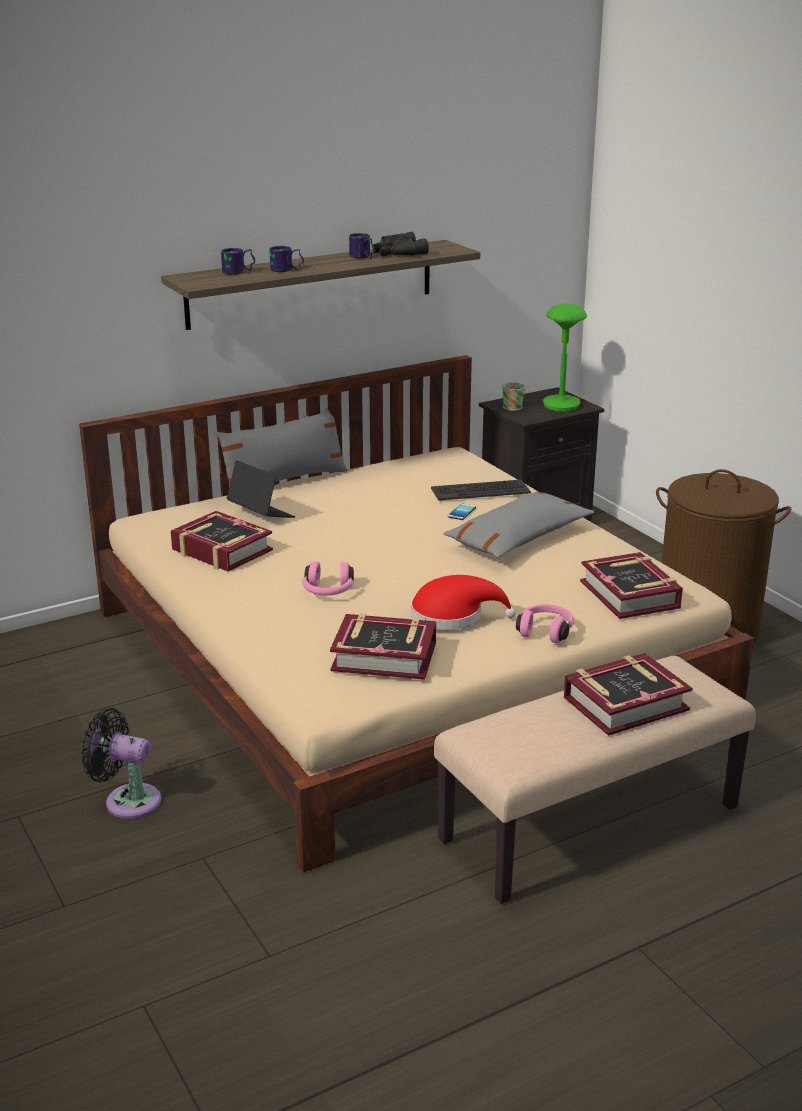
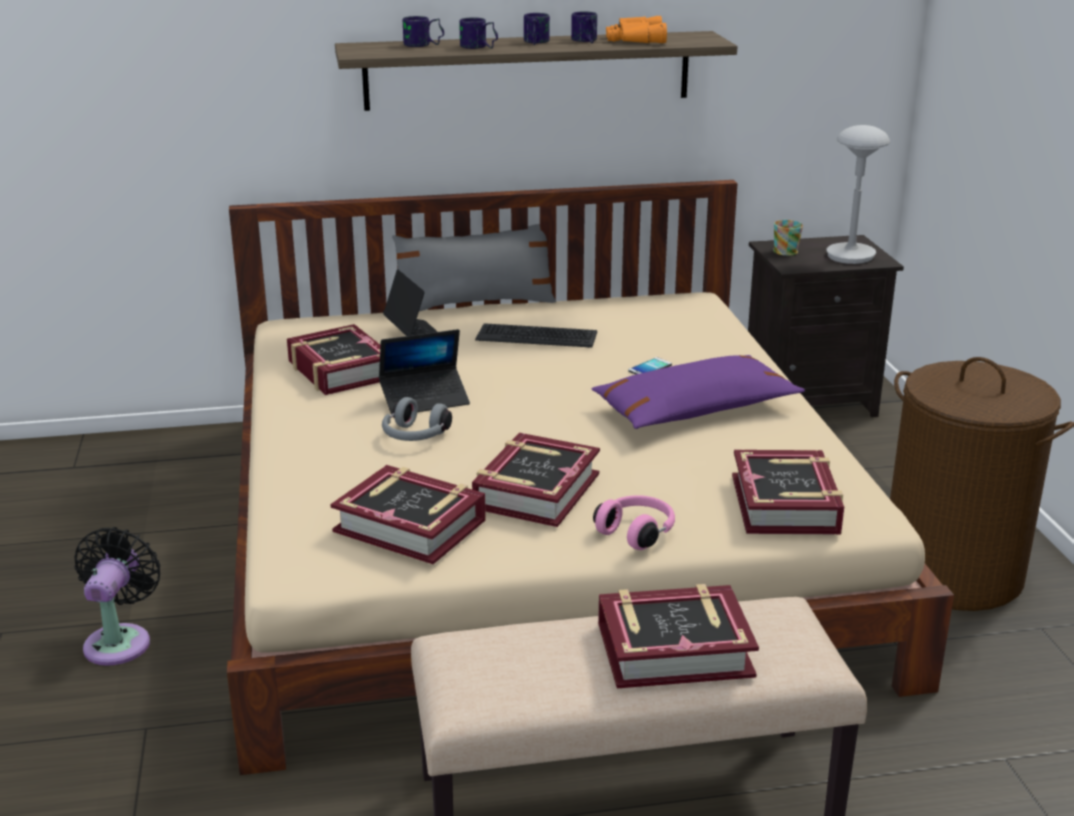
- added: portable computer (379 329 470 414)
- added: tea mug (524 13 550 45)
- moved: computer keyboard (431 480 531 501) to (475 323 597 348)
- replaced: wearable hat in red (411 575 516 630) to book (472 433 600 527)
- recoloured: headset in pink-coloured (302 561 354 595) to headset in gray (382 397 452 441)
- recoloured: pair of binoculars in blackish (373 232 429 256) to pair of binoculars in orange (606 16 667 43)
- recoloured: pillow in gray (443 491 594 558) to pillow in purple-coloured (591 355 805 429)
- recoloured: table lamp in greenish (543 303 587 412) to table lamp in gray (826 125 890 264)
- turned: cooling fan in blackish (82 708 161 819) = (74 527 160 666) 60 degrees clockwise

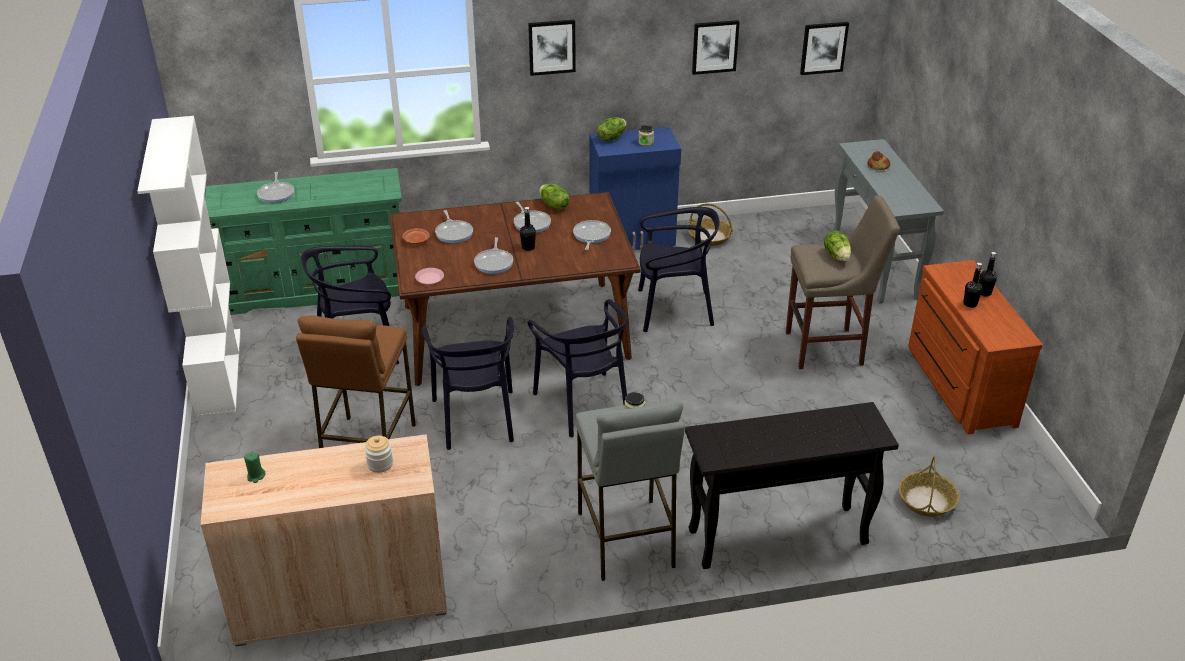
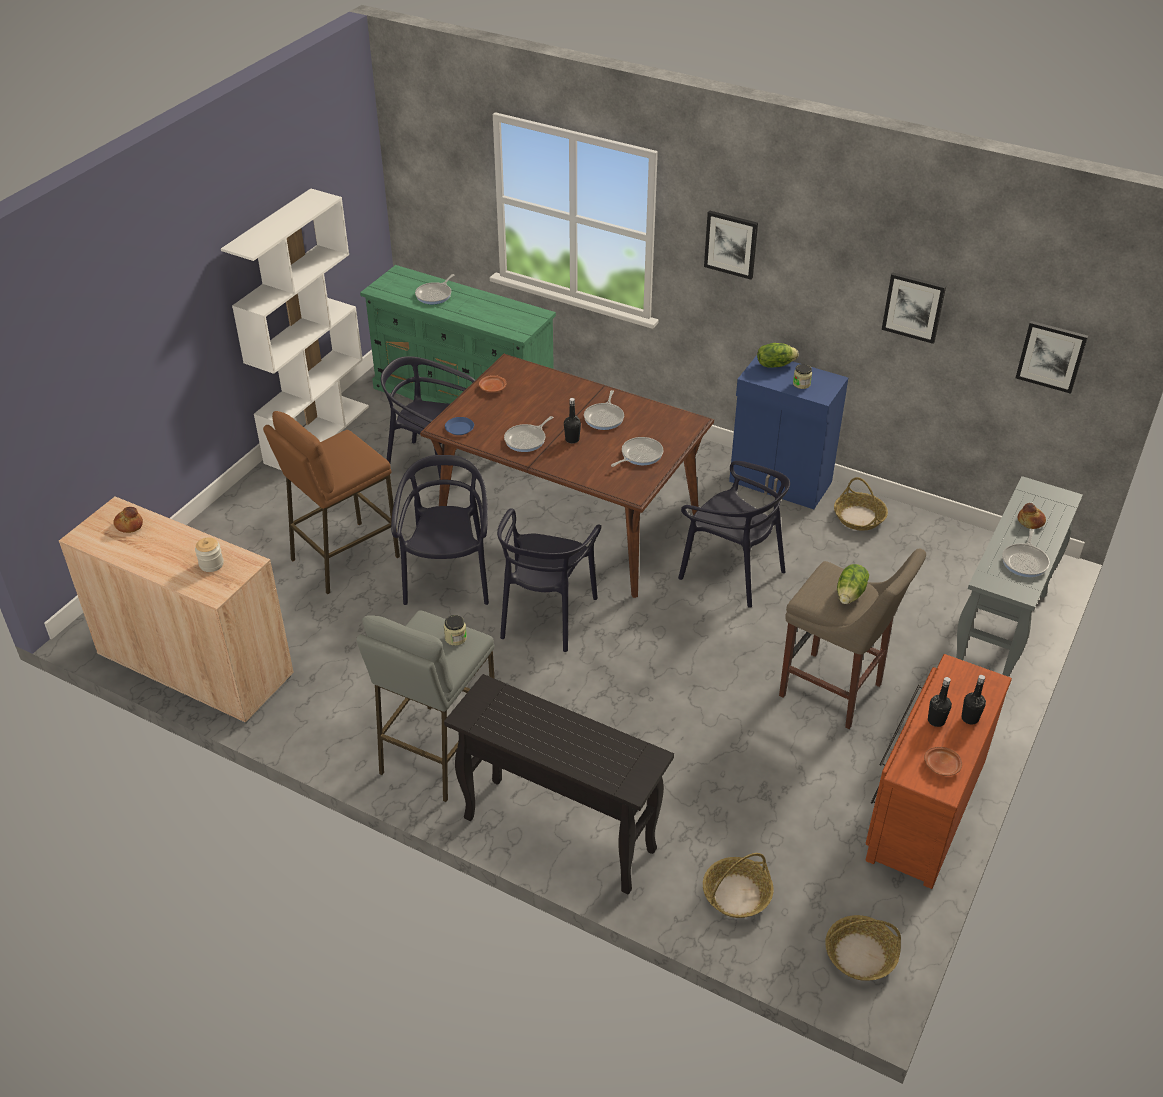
- removed: lettuce (539 184 570 210)
- added: basket (825 915 901 981)
- added: plate in brown-coloured (924 747 962 776)
- moved: pan (435 210 473 243) to (1002 529 1050 577)
- replaced: candle in greenish (244 452 265 483) to baked bread (113 507 143 533)
- recoloured: plate in pink-coloured (415 268 444 285) to plate in blue-coloured (445 417 474 435)
- turned: chair in blackish (422 317 514 450) = (391 455 489 605) 150 degrees clockwise

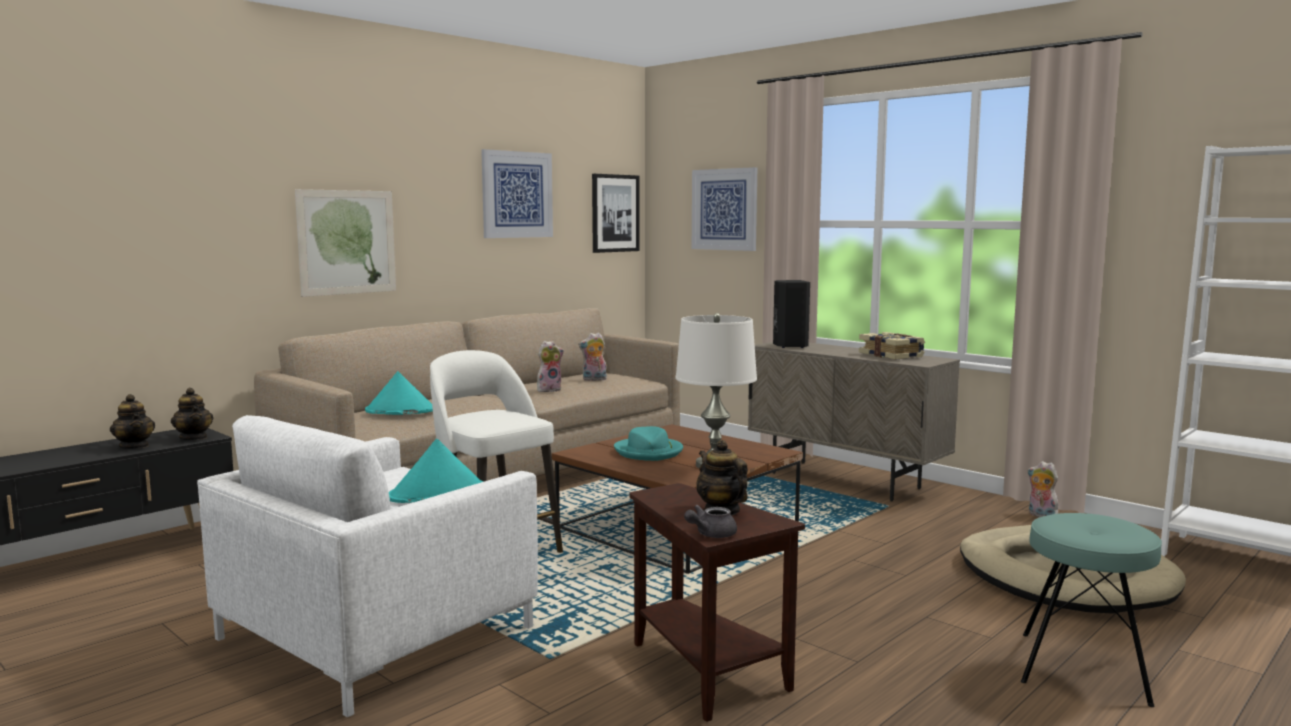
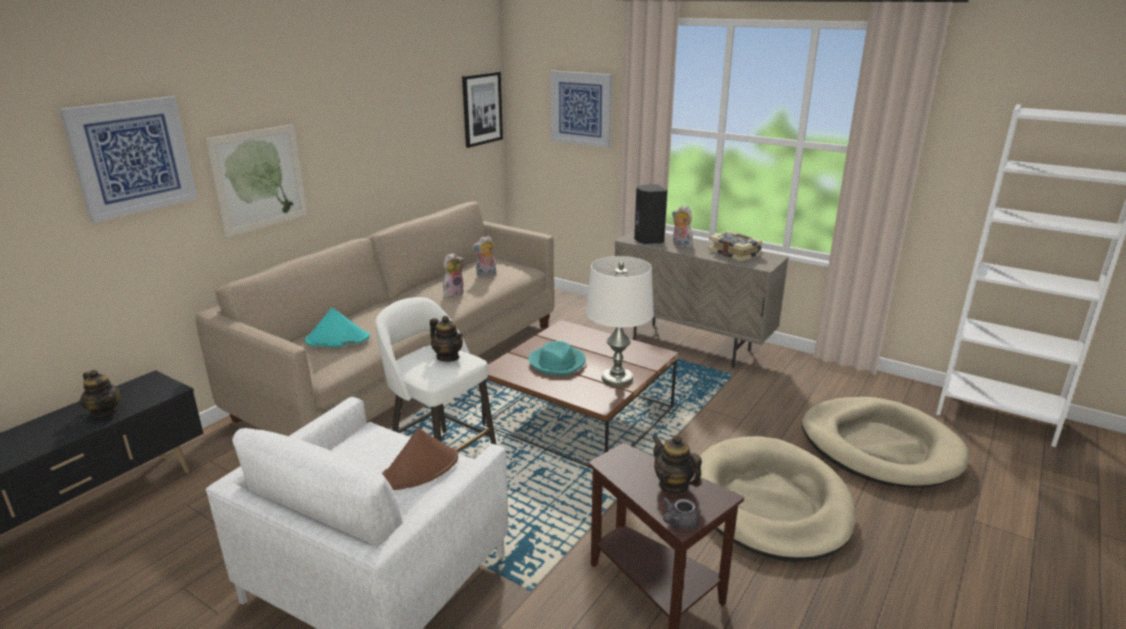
- removed: stool seat in turquoise-coloured (1021 513 1162 707)
- added: dog cushion in sand-coloured (700 436 856 562)
- moved: tea pot (171 388 213 440) to (430 316 463 362)
- moved: wall picture (481 149 553 238) to (59 96 197 223)
- moved: soft toy (1027 461 1059 517) to (672 206 693 248)
- recoloured: wearable hat in turquoise-coloured (389 439 484 503) to wearable hat in brown-coloured (382 428 458 490)

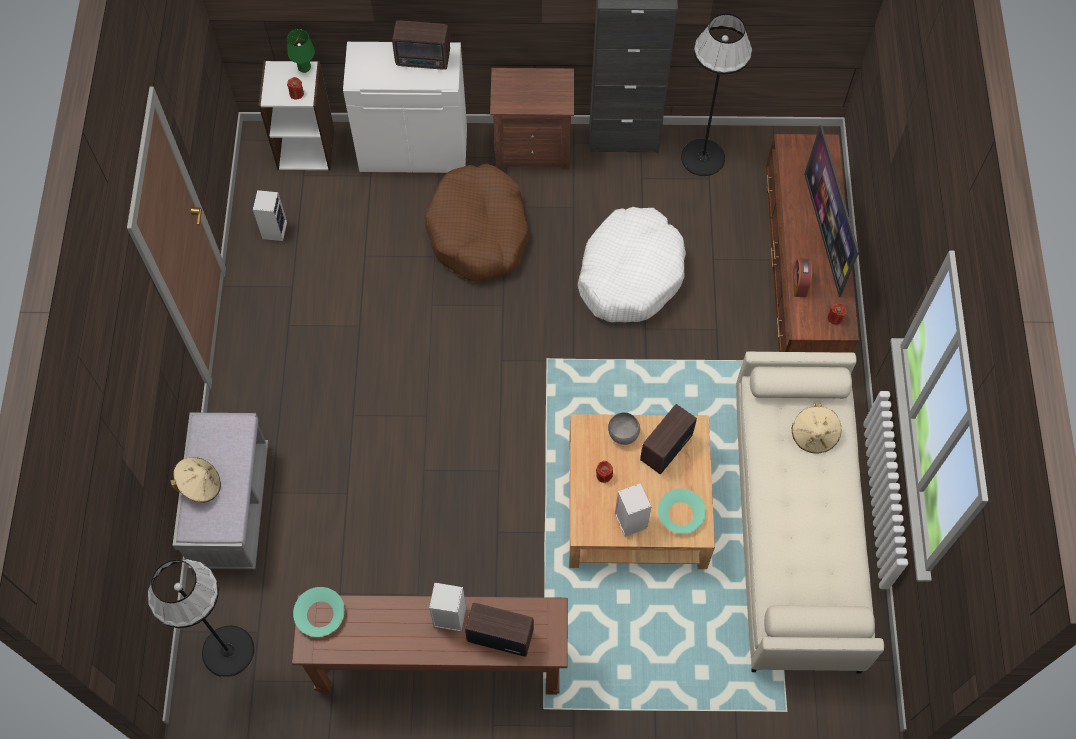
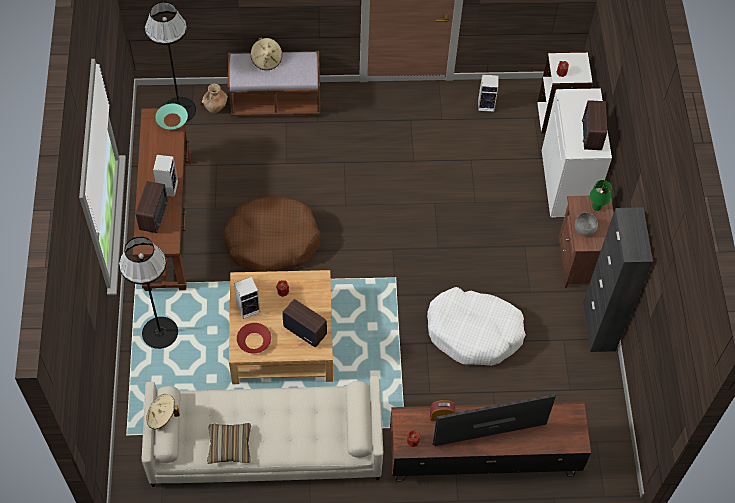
- added: decorative vase in brown-coloured (202 83 228 113)
- added: pillow (207 423 251 464)
- moved: table lamp in greenish (287 29 315 73) to (590 180 612 211)
- moved: dog cushion in brown-coloured (425 164 530 282) to (223 196 321 272)
- moved: bowl in gray (608 412 640 445) to (575 213 598 236)
- moved: floor lamp in blackish (681 13 752 176) to (119 236 178 349)
- moved: wearable hat in sand-coloured (792 403 841 454) to (146 394 180 430)
- recoloured: bench in gray (172 412 268 569) to bench in brown-coloured (228 51 320 117)
- recoloured: bowl in turquoise-coloured (658 488 706 534) to bowl in red (237 323 271 354)

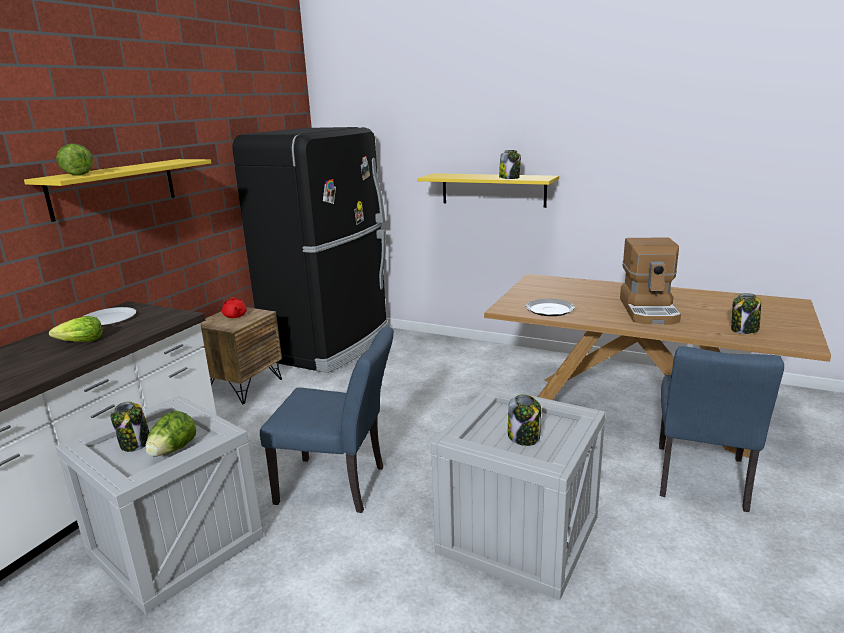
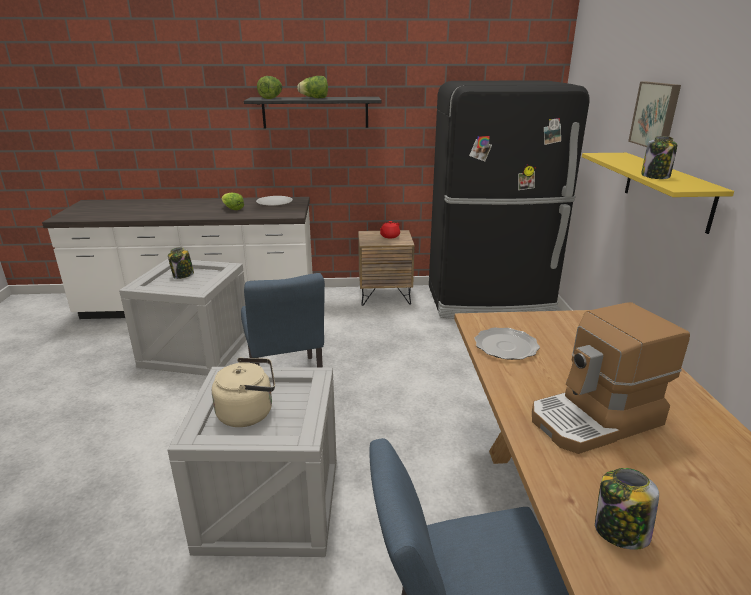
- added: wall picture (628 82 681 147)
- moved: lettuce (145 411 196 457) to (297 76 328 98)
- replaced: storage jar (508 394 541 446) to kettle in sand-coloured (212 357 275 427)
- recoloured: shelf in yellow-coloured (24 159 211 222) to shelf in blackish (244 97 381 129)

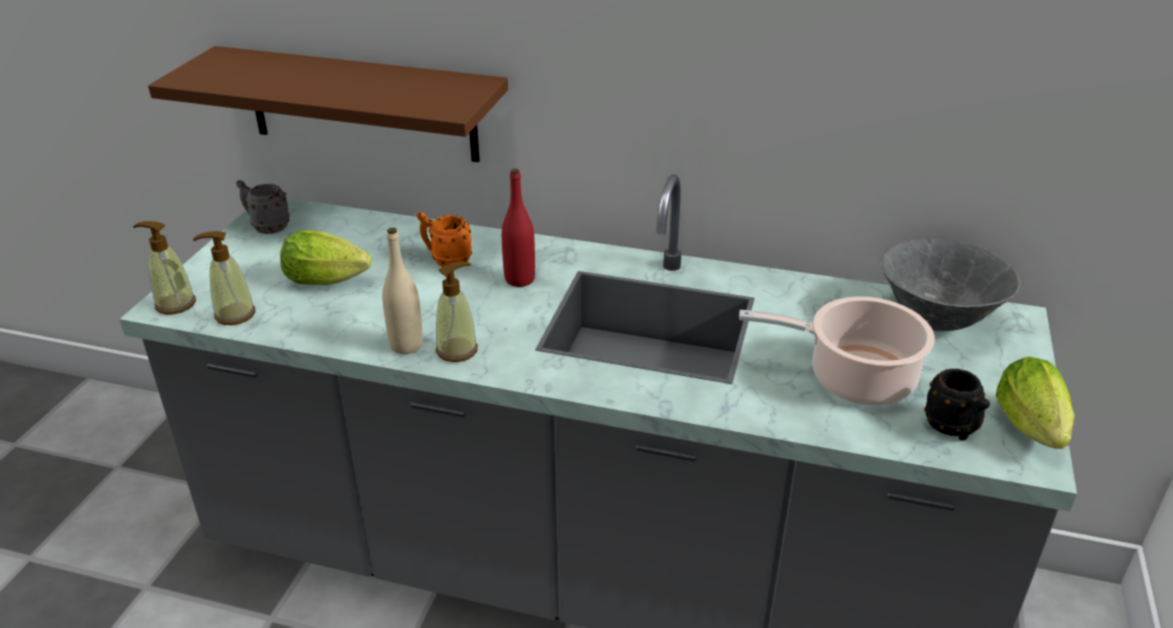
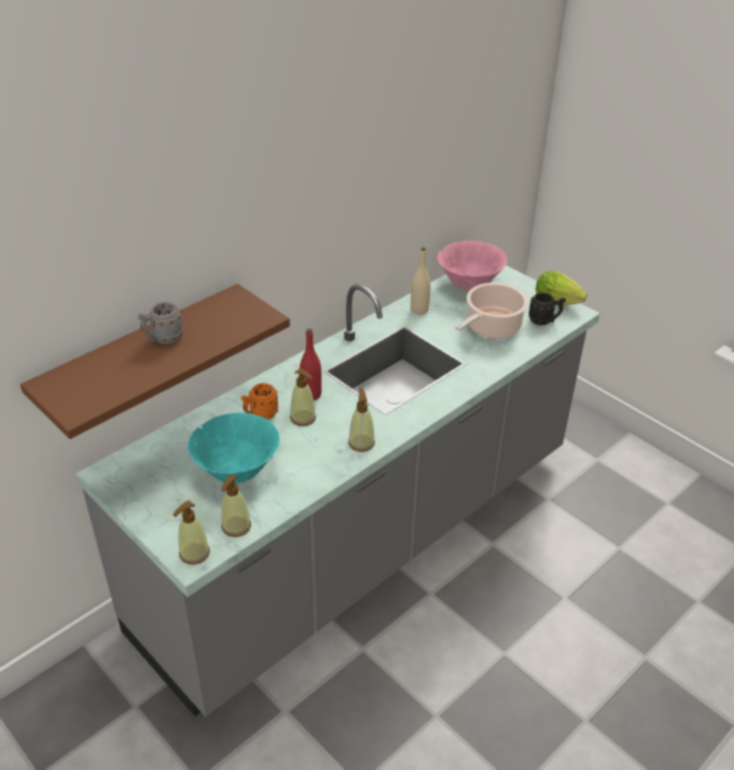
- added: liquid soap bottle (290 368 316 426)
- moved: tea mug in gray (236 180 289 234) to (137 302 184 344)
- moved: beverage bottle in sand-coloured (382 227 423 354) to (411 247 431 315)
- replaced: lettuce (280 230 371 285) to bowl in turquoise-coloured (188 413 280 483)
- recoloured: bowl in gray (881 239 1020 331) to bowl in pink-coloured (437 241 507 291)

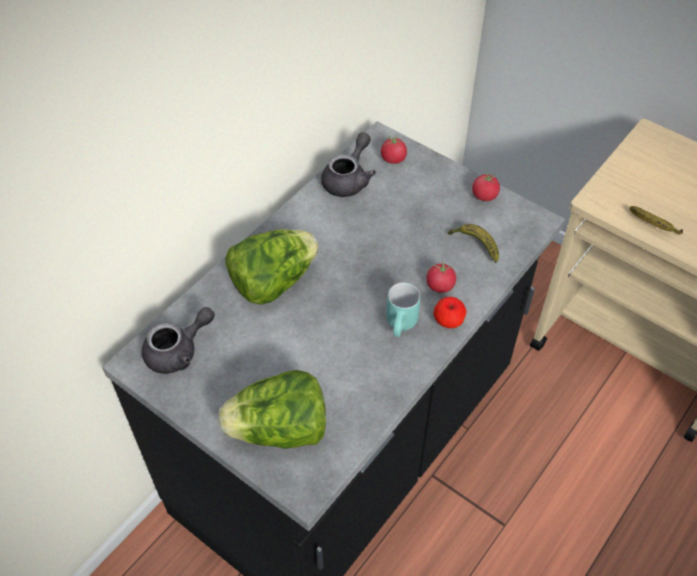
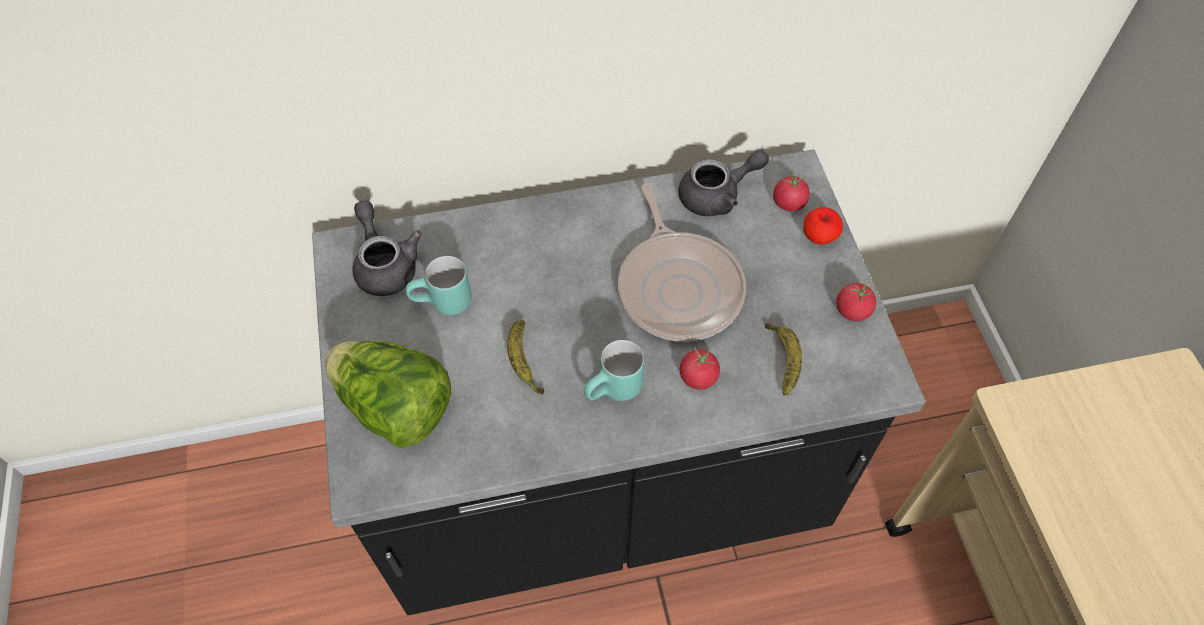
- removed: lettuce (225 229 319 305)
- added: tea mug in turquoise-coloured (405 256 472 315)
- added: pan (618 183 746 342)
- moved: apple (434 297 467 328) to (803 207 843 245)
- moved: banana fruit (630 206 683 234) to (507 320 544 395)
- turned: tea pot in gray (142 307 215 374) = (352 200 422 296) 120 degrees counterclockwise

